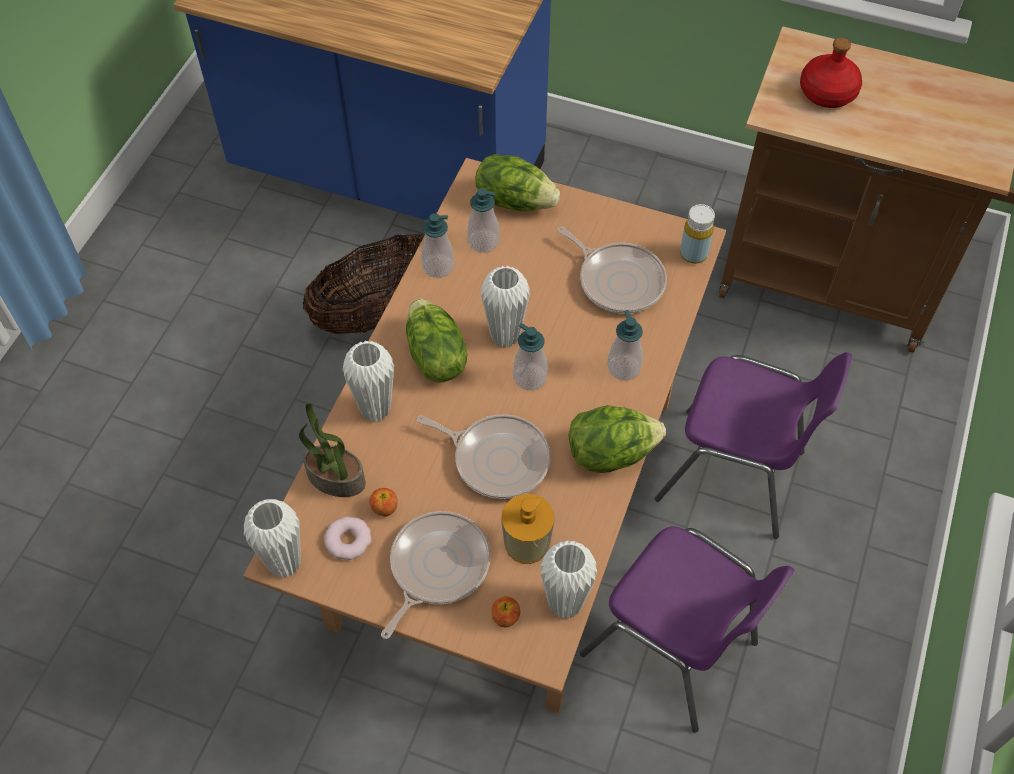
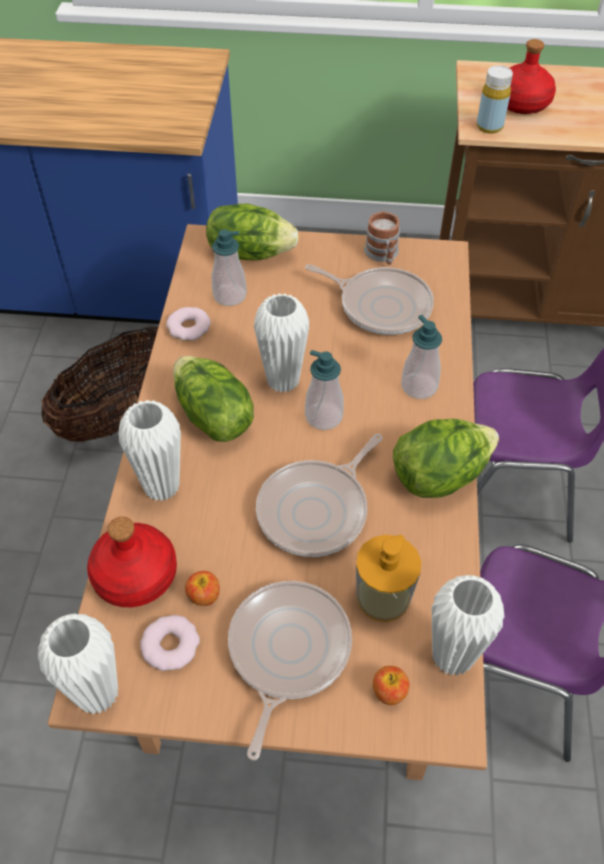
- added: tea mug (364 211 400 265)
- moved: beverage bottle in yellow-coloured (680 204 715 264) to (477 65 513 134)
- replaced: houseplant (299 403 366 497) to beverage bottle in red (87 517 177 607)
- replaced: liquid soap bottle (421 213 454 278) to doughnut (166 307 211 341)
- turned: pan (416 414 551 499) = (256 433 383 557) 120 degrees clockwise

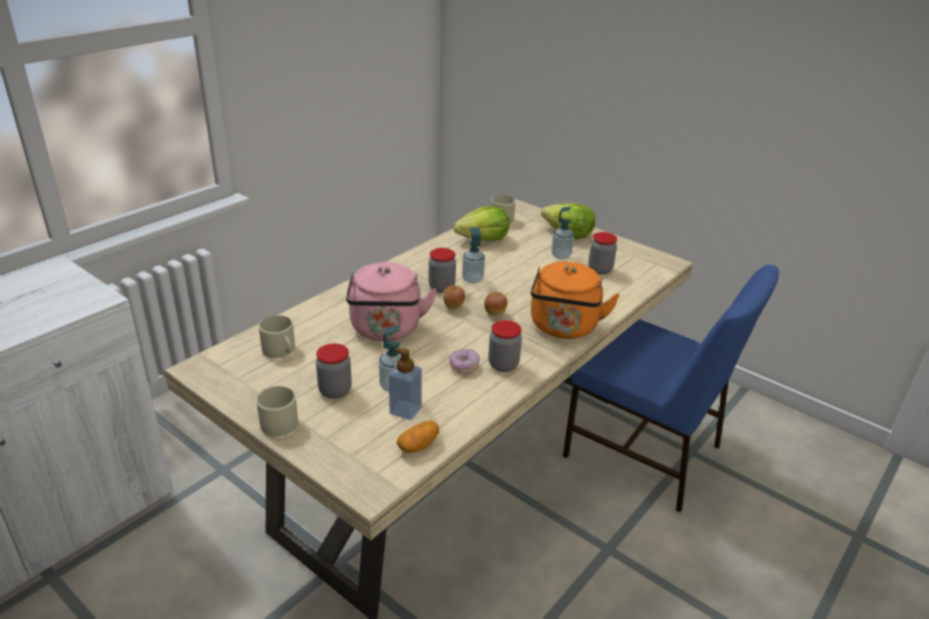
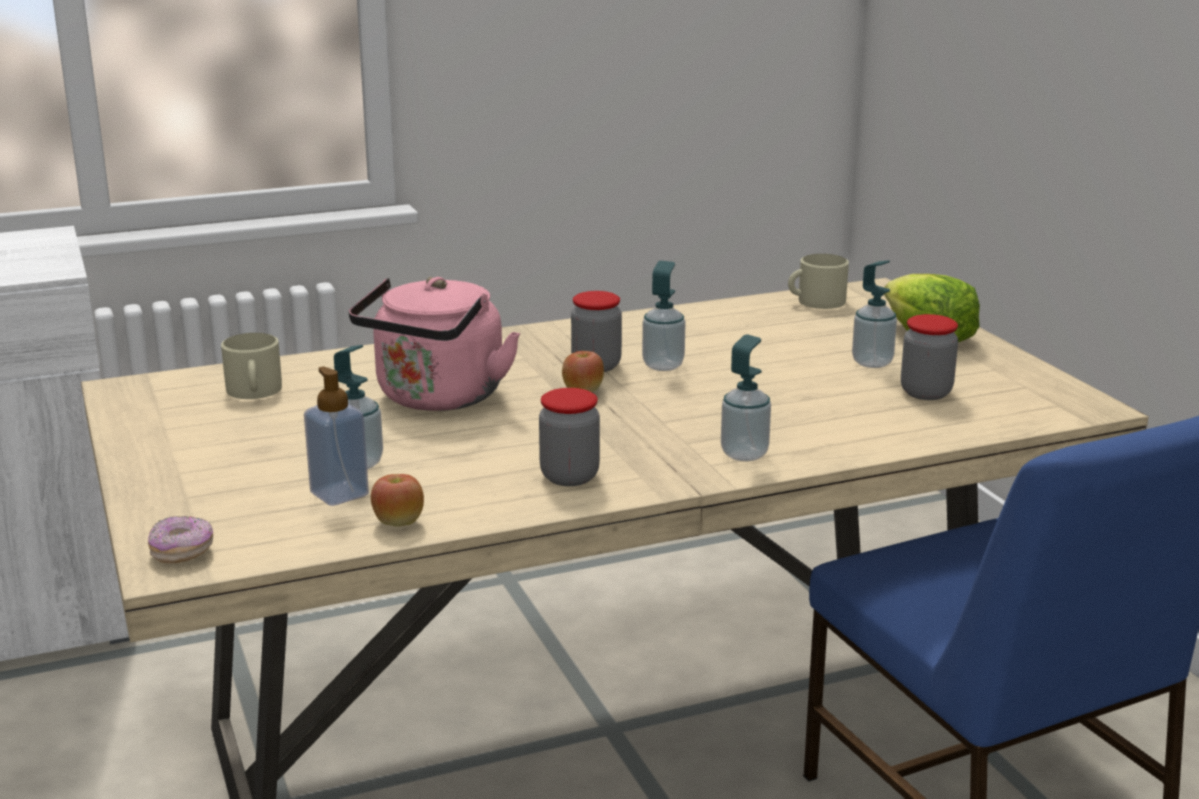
- removed: tea mug in sand-coloured (256 386 298 436)
- removed: storage jar (316 344 352 398)
- removed: whole potato (397 421 439 453)
- removed: lettuce (453 206 509 241)
- moved: doughnut (449 349 480 374) to (148 516 213 563)
- moved: apple (484 292 507 316) to (371 474 424 526)
- replaced: kettle in orange (531 262 620 339) to liquid soap bottle (721 335 771 461)

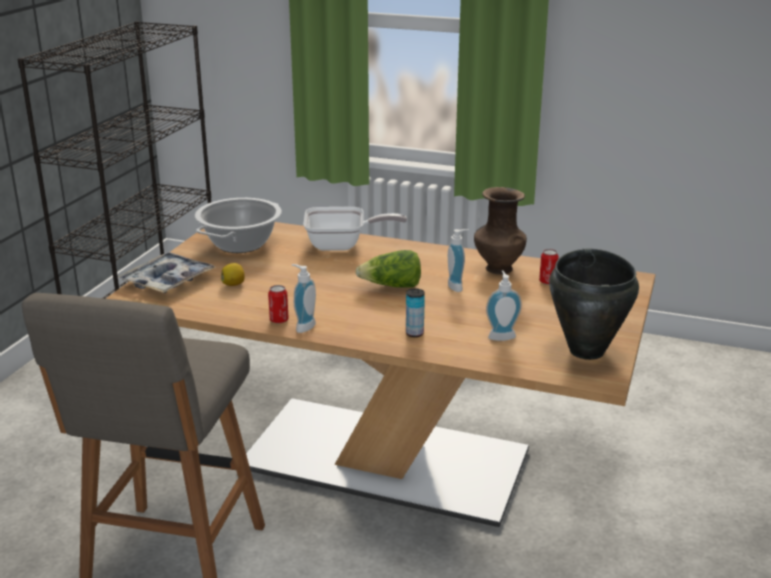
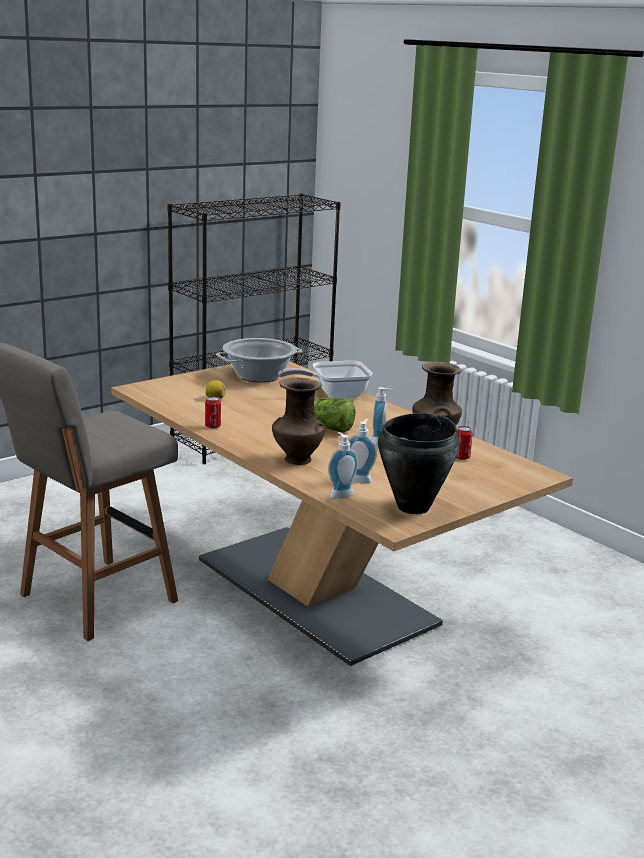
- removed: serving tray (118 252 216 293)
- moved: liquid soap bottle (292 264 316 333) to (328 432 358 499)
- replaced: sealed can (406 288 425 337) to decorative vase in brown-coloured (272 377 325 465)
- turned: pan (303 207 407 251) = (278 361 373 398) 135 degrees clockwise

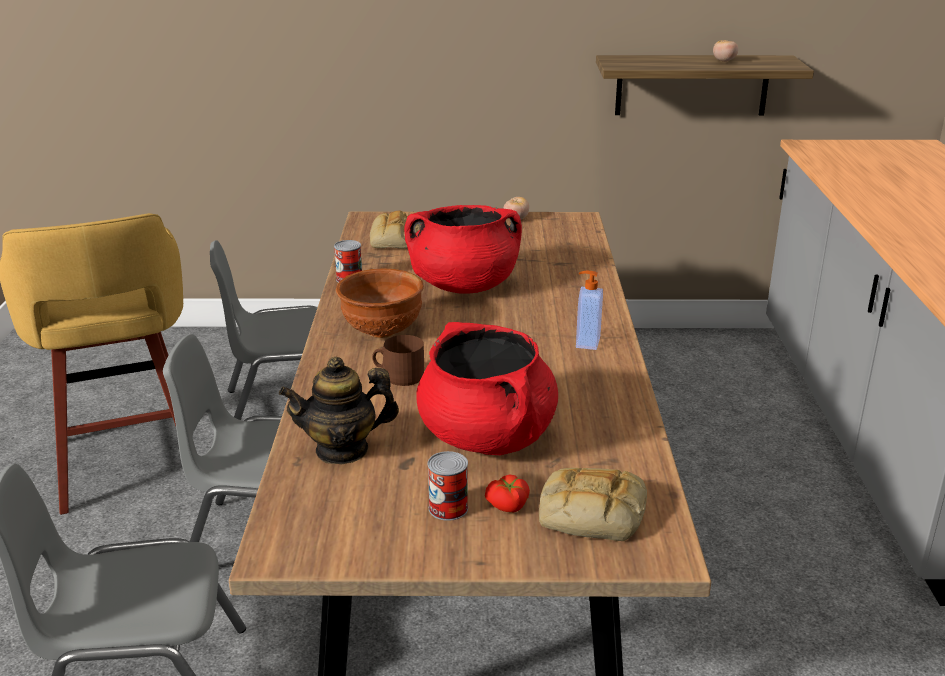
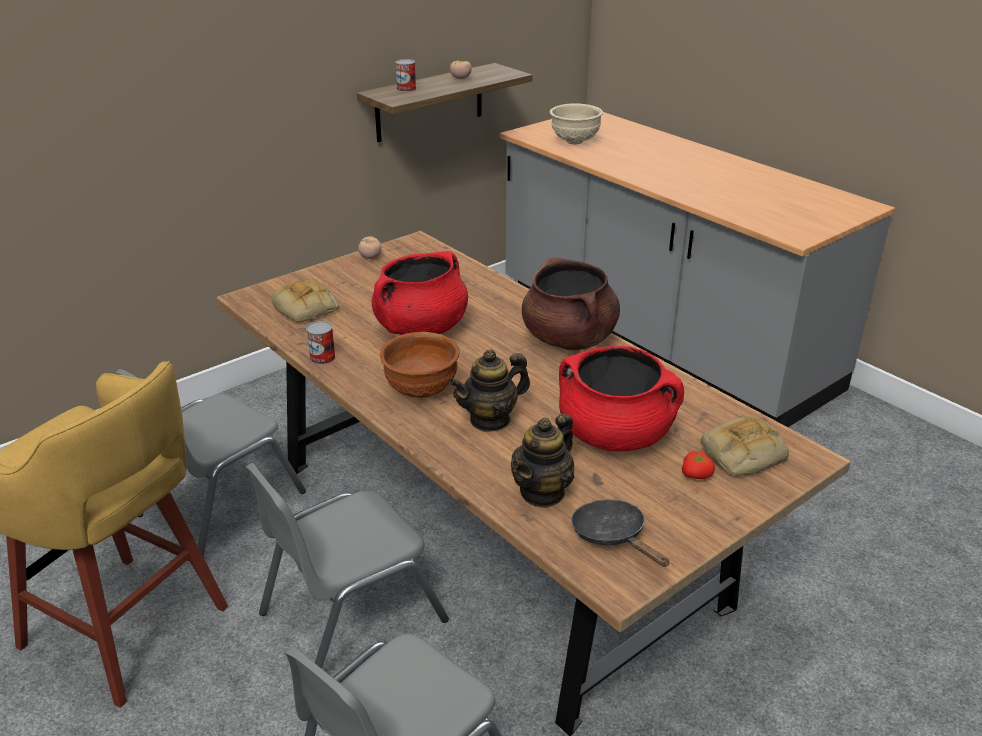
- added: bowl in sand-coloured (550 103 603 144)
- added: pan in blackish (571 499 670 567)
- moved: sealed can (427 451 468 521) to (395 59 416 92)
- replaced: tea mug in brown-coloured (372 335 424 386) to tea pot (449 349 530 432)
- replaced: liquid soap bottle (576 271 603 350) to saucepot in brown-coloured (522 257 620 351)

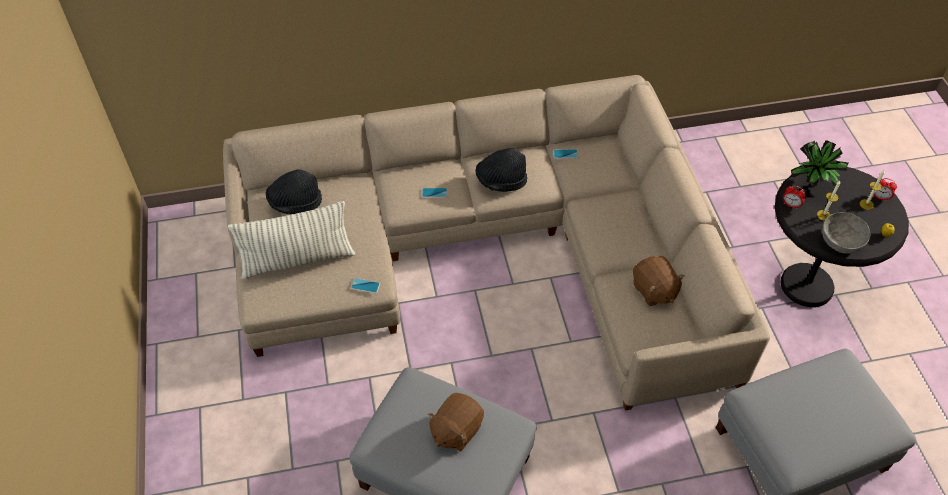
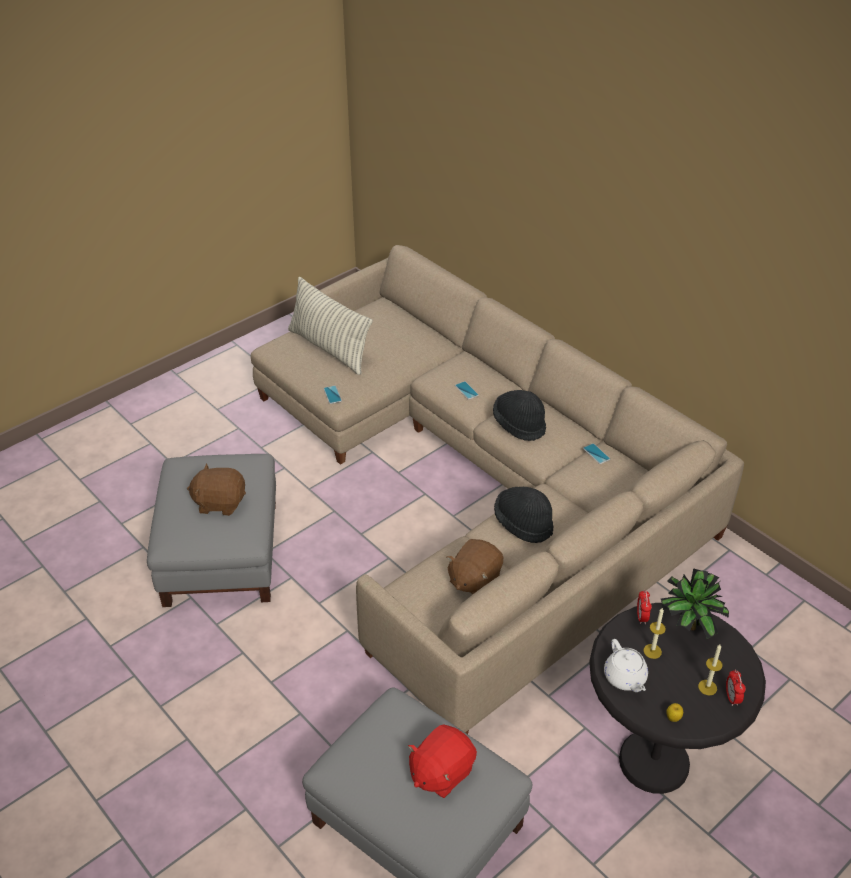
- added: soft toy in red (408 724 477 798)
- moved: wearable hat in blackish (266 169 322 214) to (494 487 554 543)
- replaced: bowl in gray (822 212 870 253) to tea pot in white-coloured (604 639 648 692)

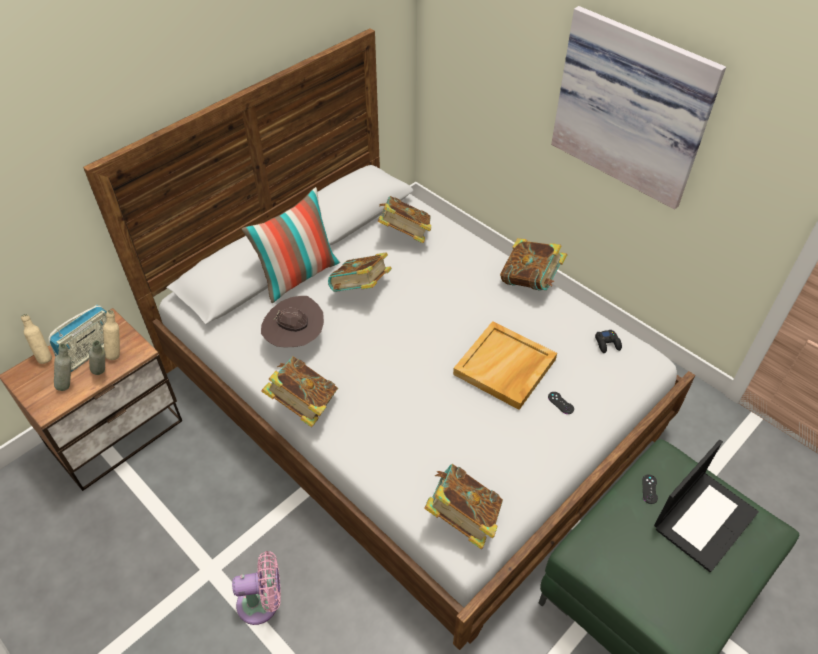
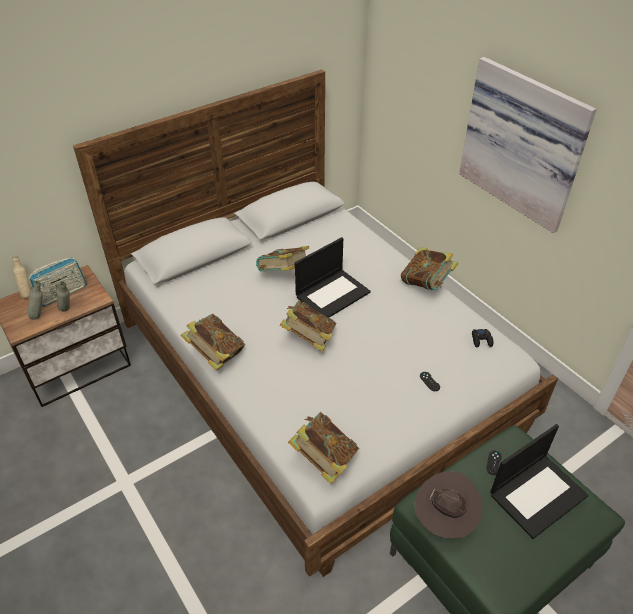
- removed: beverage bottle in sand-coloured (103 310 120 360)
- removed: cooling fan in pink-coloured (232 551 281 625)
- removed: pillow (242 187 340 303)
- removed: serving tray in sand-coloured (453 321 557 410)
- added: portable computer (295 237 371 318)
- moved: wearable hat in brown-coloured (261 296 324 347) to (415 472 482 538)
- moved: book (378 196 431 243) to (280 300 336 352)

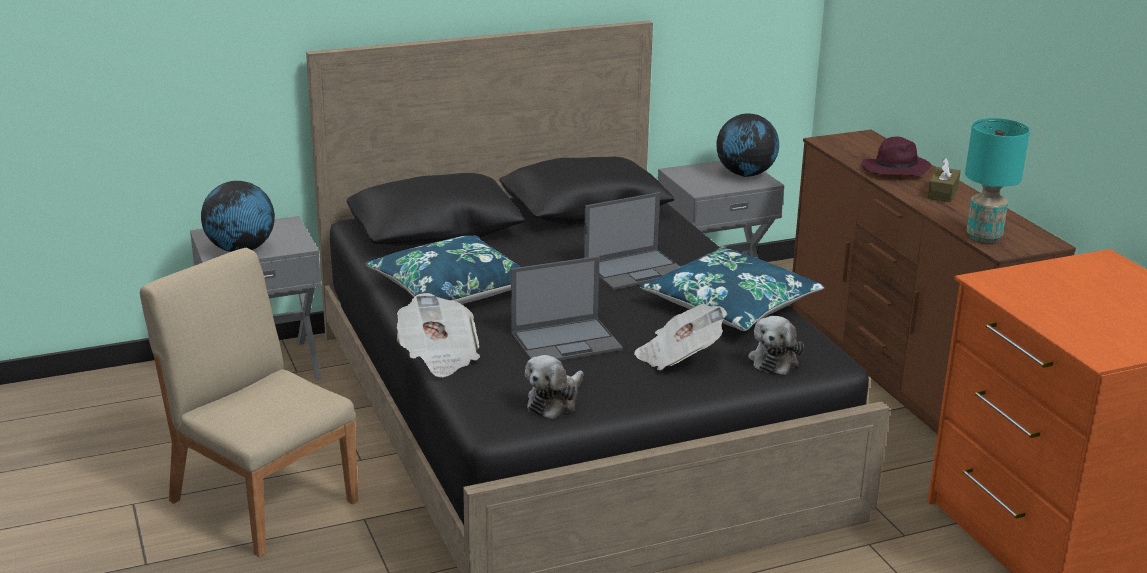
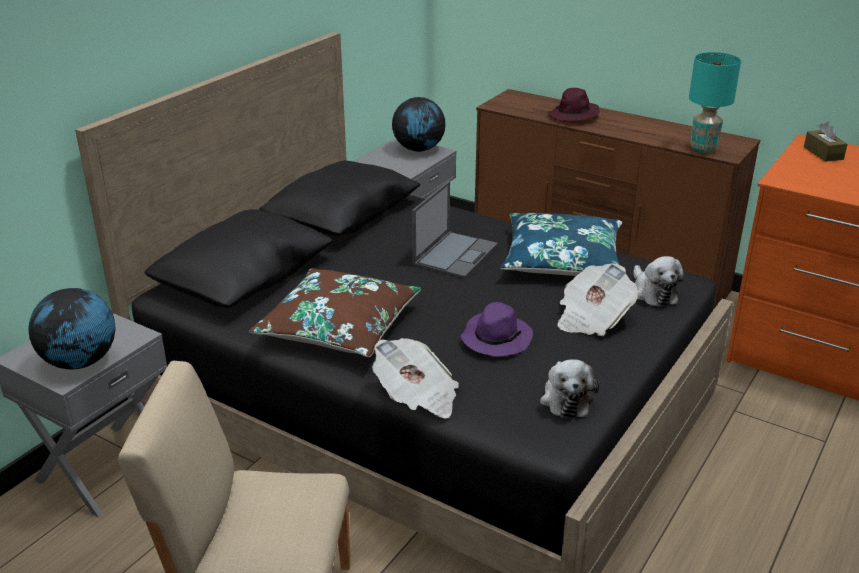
- moved: box of tissues in brown-coloured (927 157 961 202) to (804 121 848 162)
- replaced: portable computer (511 256 623 361) to wearable hat in purple-coloured (461 302 533 356)
- recoloured: pillow in blue-coloured (365 235 521 304) to pillow in brown-coloured (250 268 421 357)

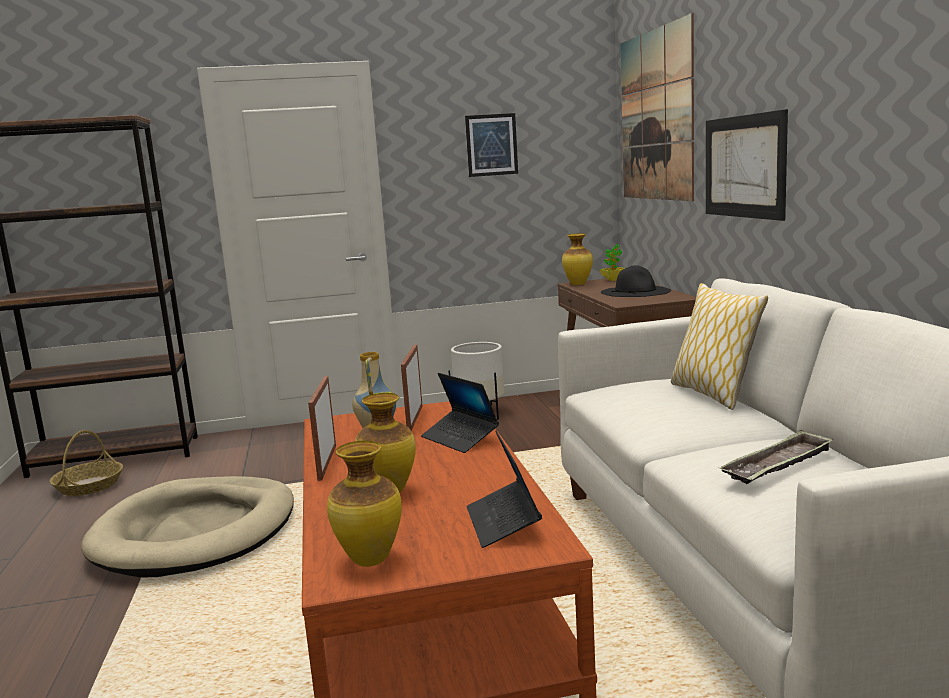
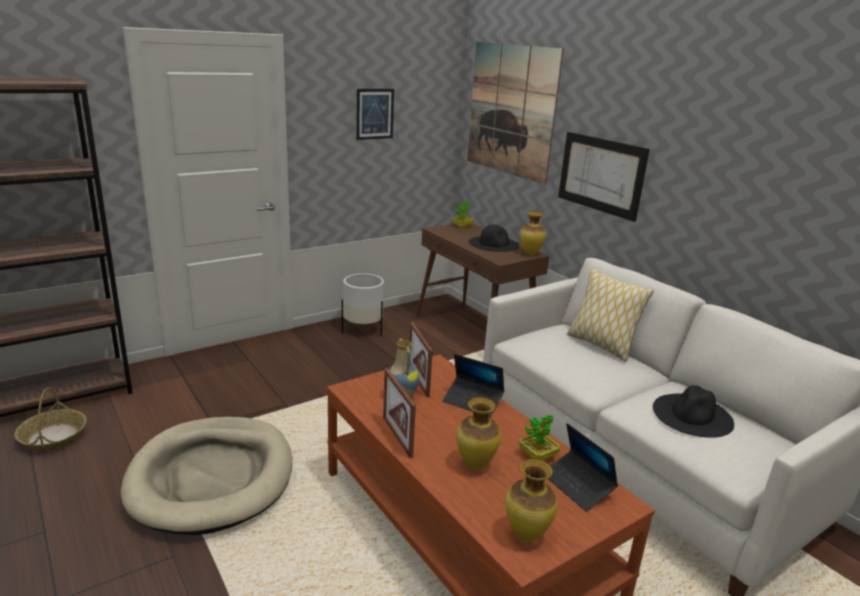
- added: houseplant (519 414 560 460)
- moved: decorative vase (562 233 593 285) to (520 212 546 255)
- replaced: serving tray (720 430 833 484) to wearable hat in blackish (653 385 734 438)

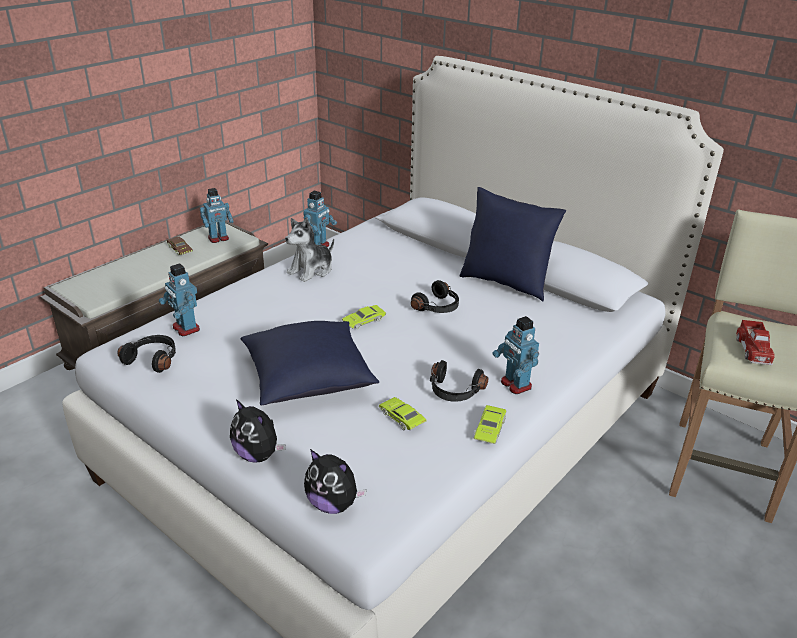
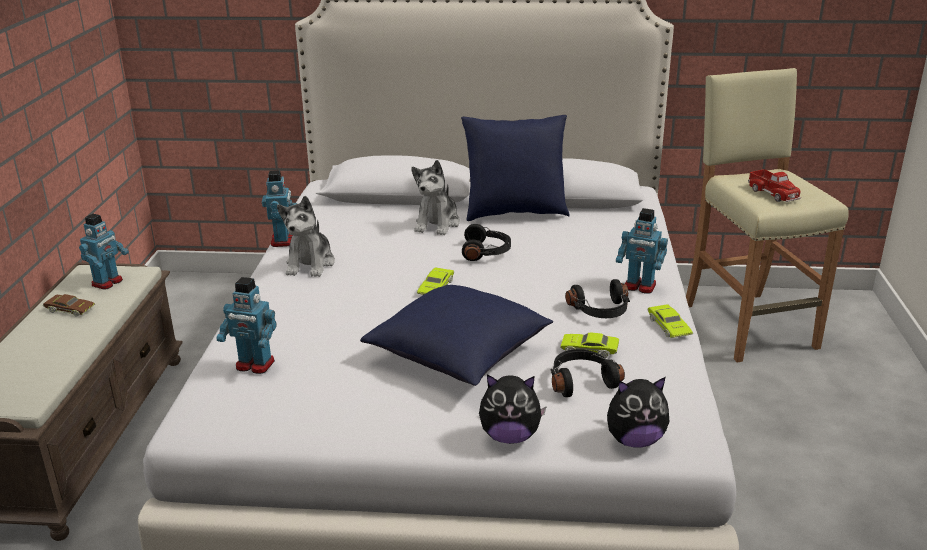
- added: soft toy (411 160 460 235)
- moved: headset in blackish (117 335 176 373) to (551 349 625 397)

